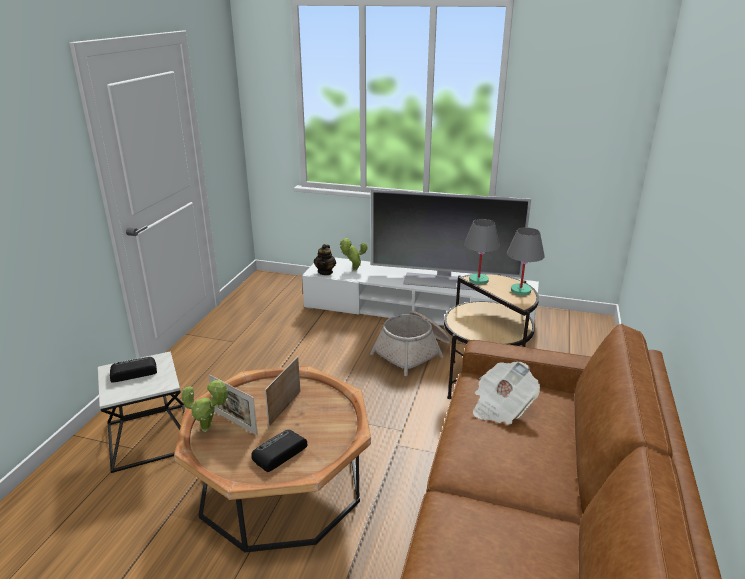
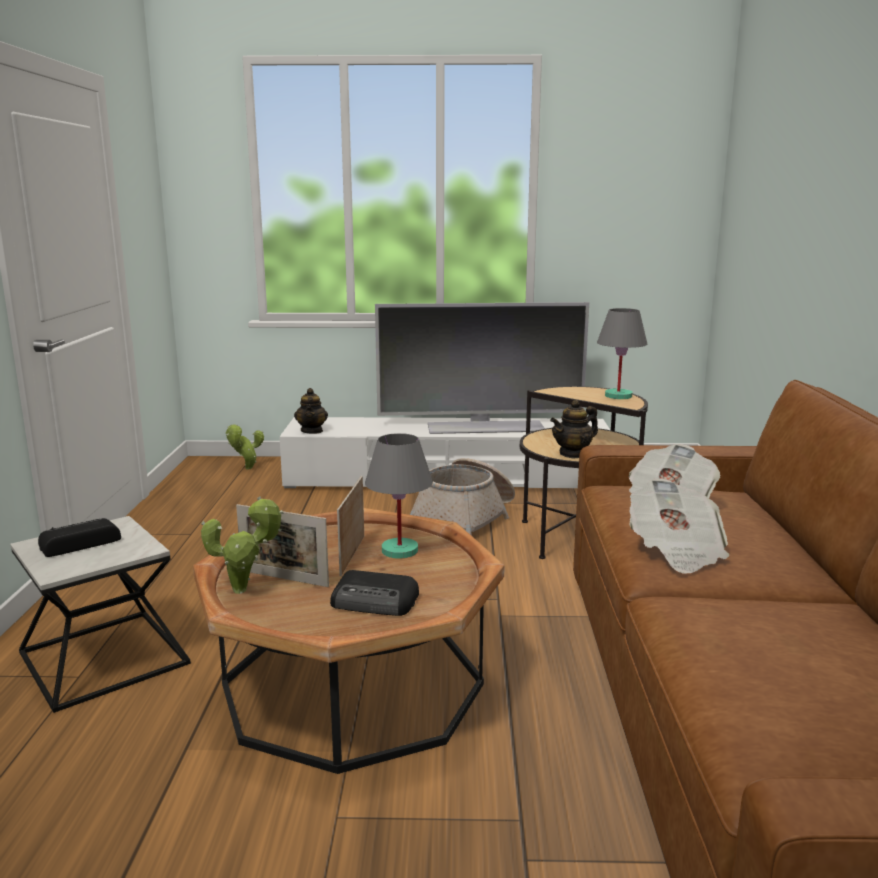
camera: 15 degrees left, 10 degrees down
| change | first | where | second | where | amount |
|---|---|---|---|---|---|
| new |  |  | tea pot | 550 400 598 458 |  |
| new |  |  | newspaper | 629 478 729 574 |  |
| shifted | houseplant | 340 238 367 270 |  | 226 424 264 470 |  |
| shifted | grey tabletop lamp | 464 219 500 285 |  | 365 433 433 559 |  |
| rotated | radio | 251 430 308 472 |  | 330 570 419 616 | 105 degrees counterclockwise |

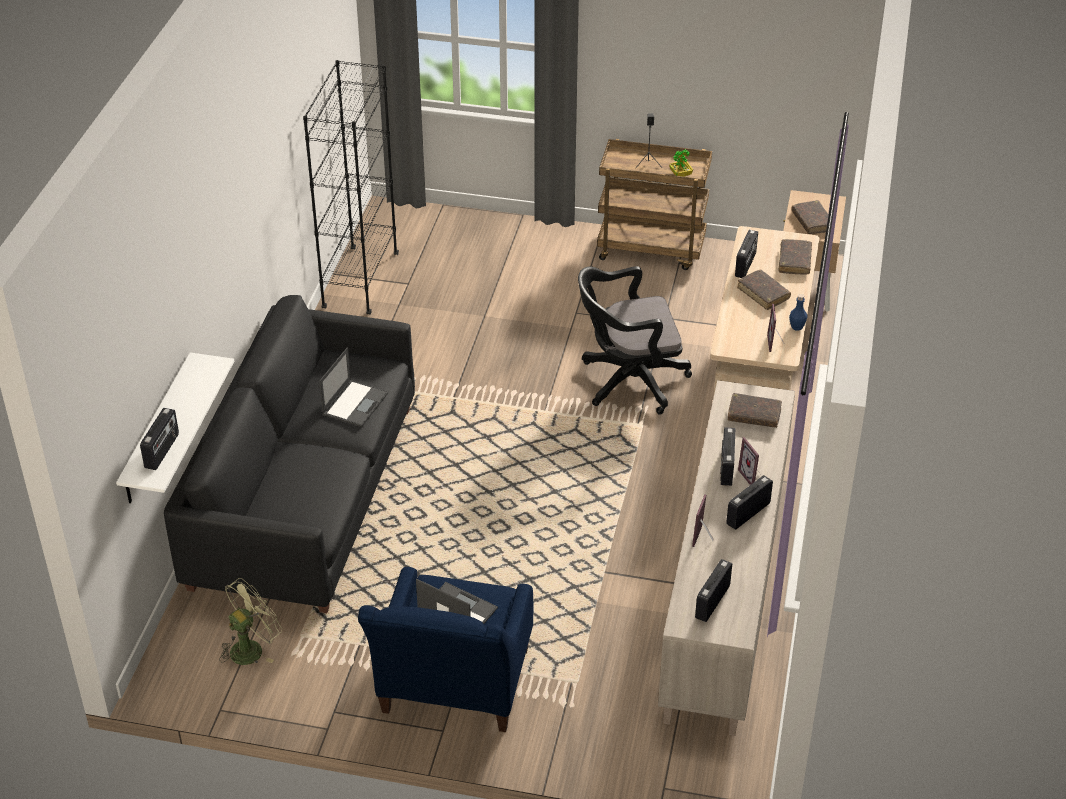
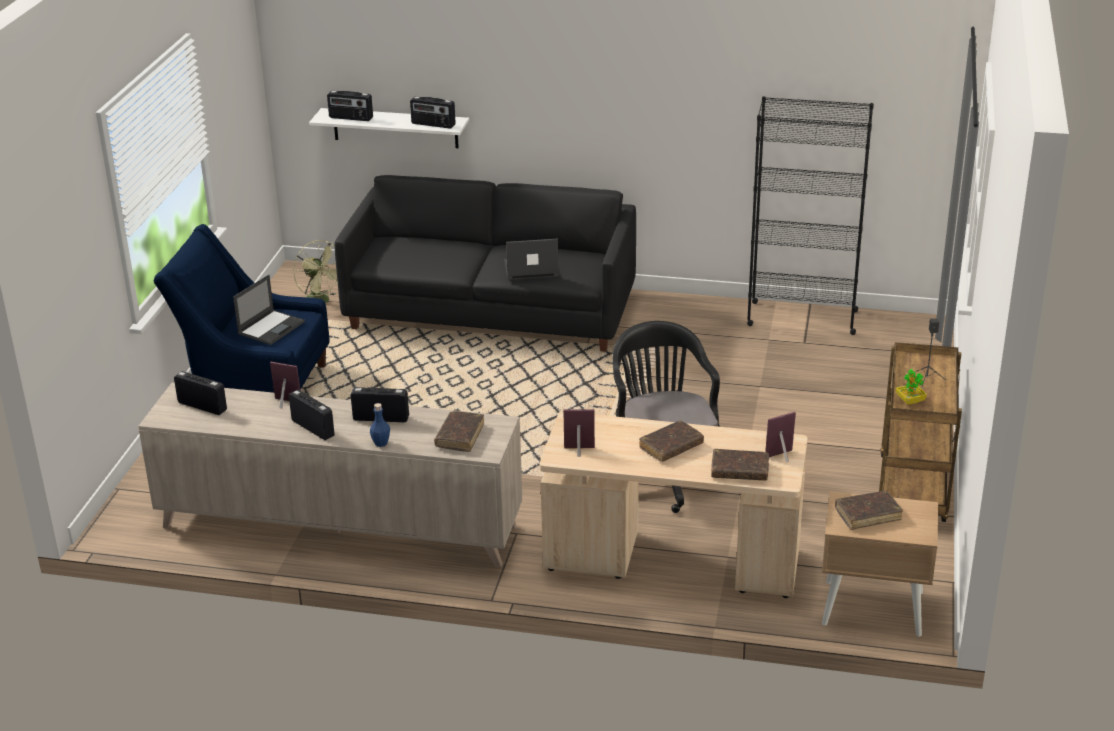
camera: 90 degrees right, 10 degrees down
| change | first | where | second | where | amount |
|---|---|---|---|---|---|
| shifted | radio | 735 230 758 278 |  | 410 96 456 129 |  |
| shifted | standing frame | 738 437 759 485 |  | 765 412 796 462 |  |
| shifted | bluish bottle | 789 294 808 330 |  | 370 403 390 447 |  |
| rotated | laptop | 319 347 388 427 |  | 504 239 559 280 | 150 degrees clockwise |

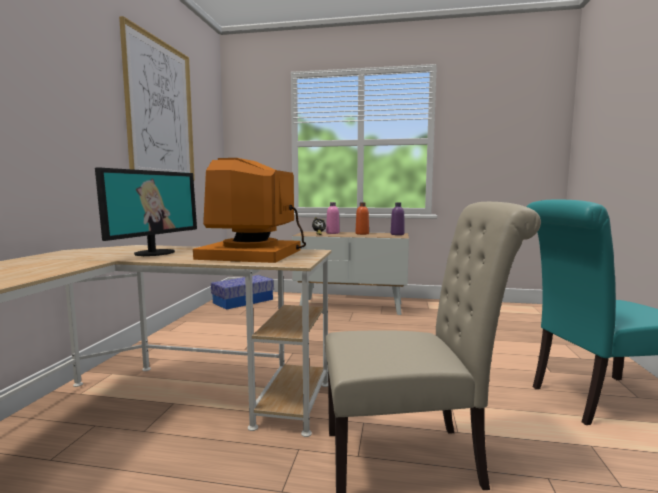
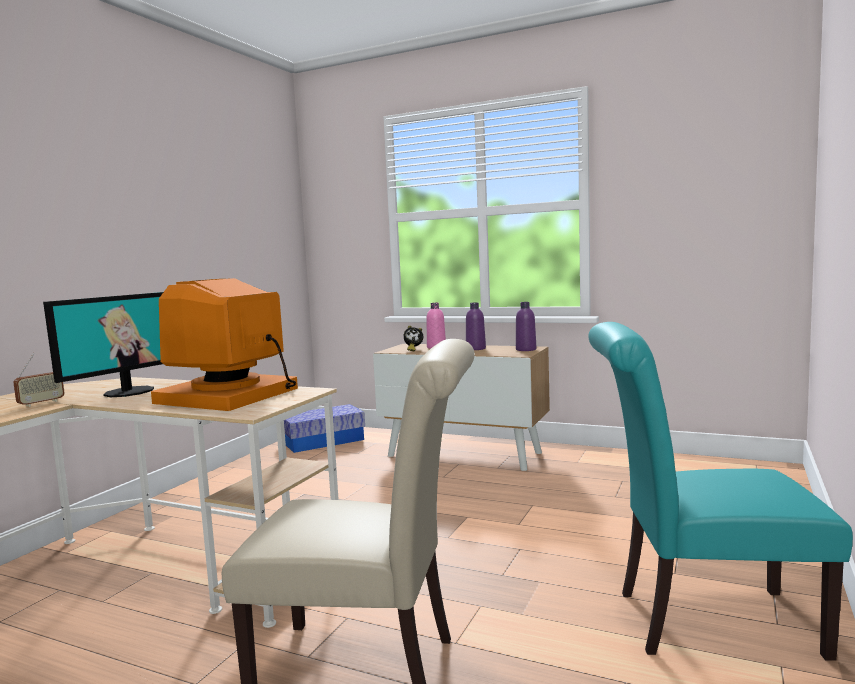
camera: 15 degrees right, 0 degrees up
| change | first | where | second | where | amount |
|---|---|---|---|---|---|
| gone | wall picture | 119 16 195 180 |  |  |  |
| new |  |  | radio | 13 353 65 407 |  |
| repainted | orange bottle | 356 202 369 235 | purplish bottle | 466 302 486 350 |  |

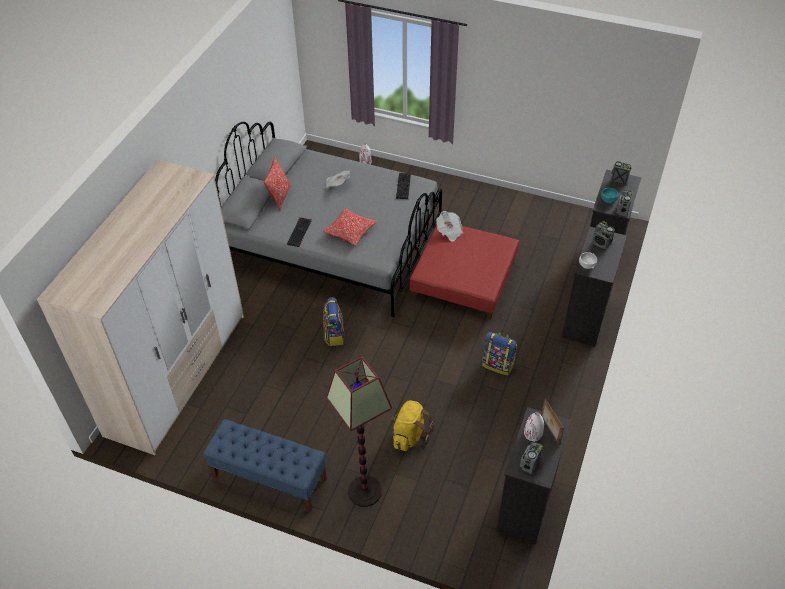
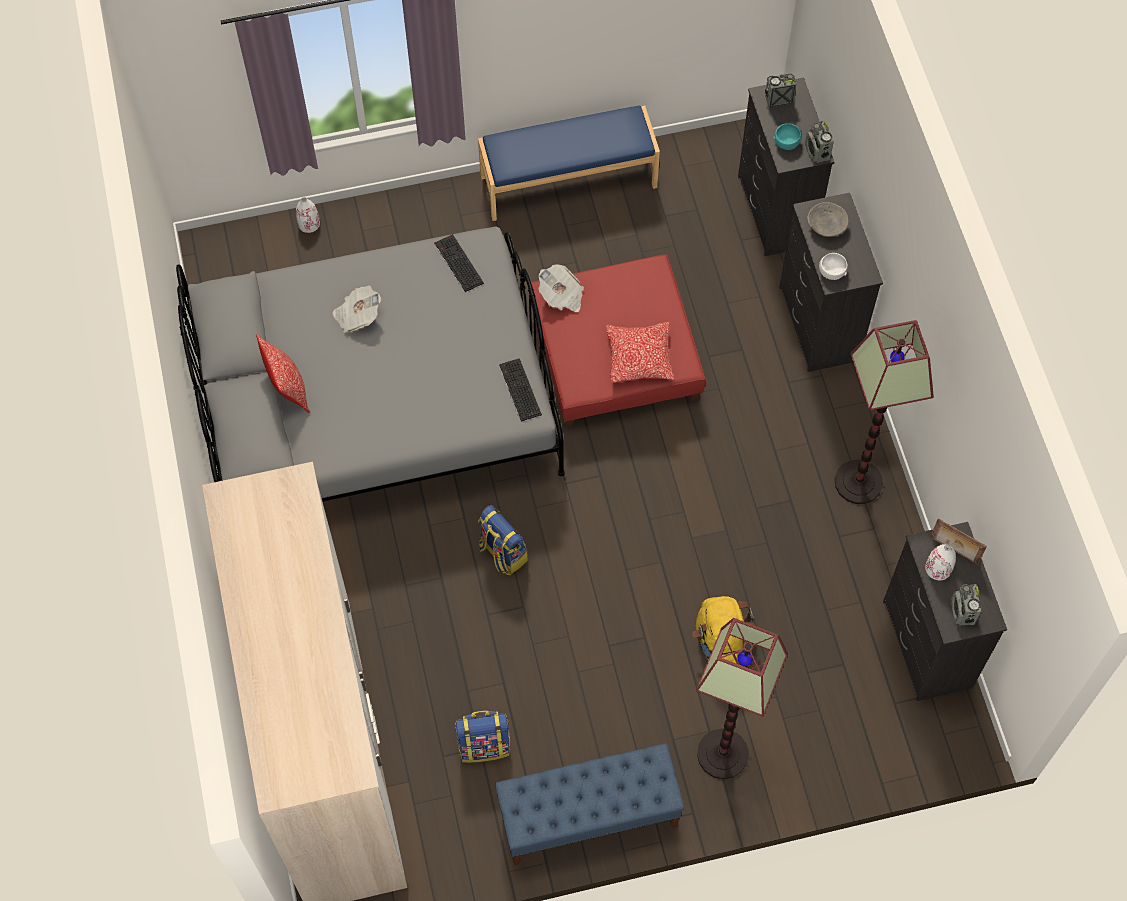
camera: 35 degrees left, 15 degrees up
| change | first | where | second | where | amount |
|---|---|---|---|---|---|
| new |  |  | bluish long seat | 478 105 660 221 |  |
| new |  |  | floor lamp | 835 320 934 504 |  |
| shifted | PC keyboard | 287 217 312 247 |  | 499 358 542 422 |  |
| shifted | cushion | 323 208 377 246 |  | 606 322 674 383 |  |
| shifted | backpack | 482 332 517 376 |  | 455 710 510 763 |  |
| swapped | radio | 592 221 615 249 | grey deep dish | 807 202 848 237 |  |

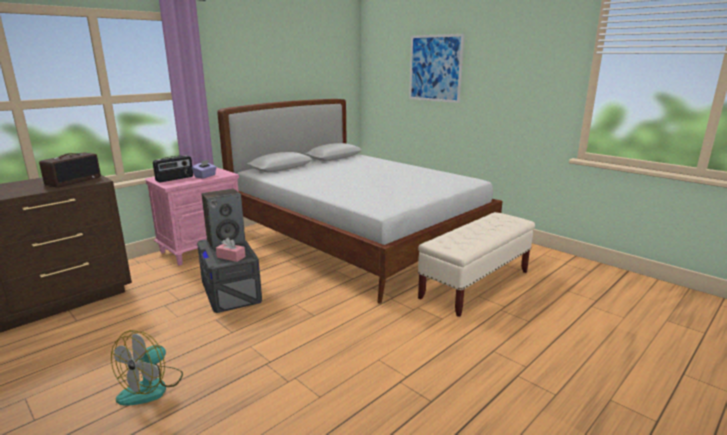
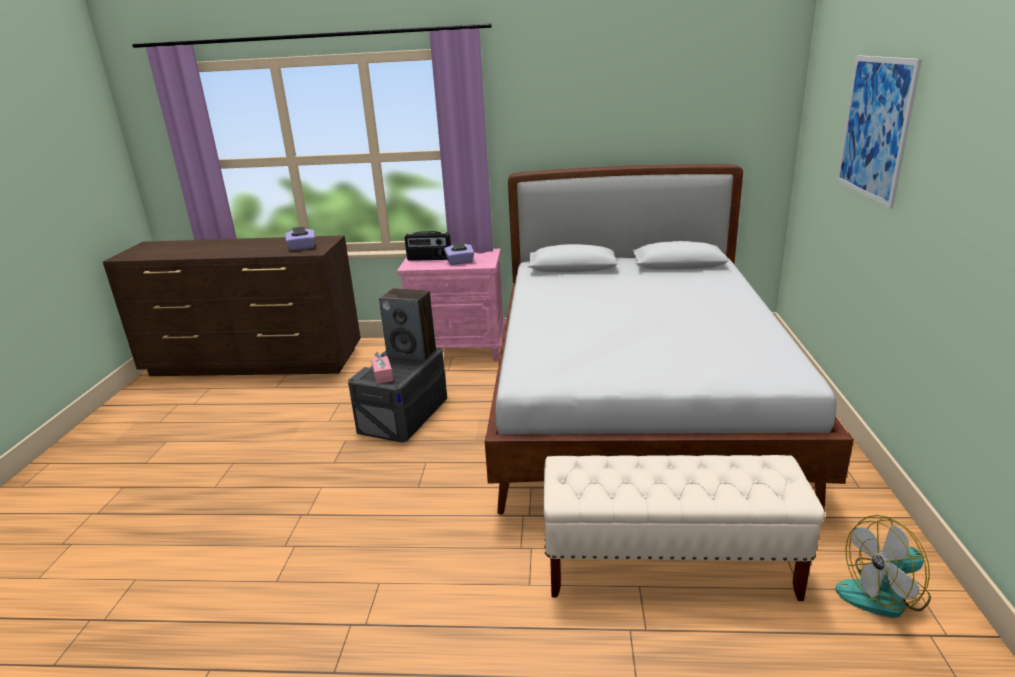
camera: 50 degrees right, 5 degrees up
| change | first | where | second | where | amount |
|---|---|---|---|---|---|
| shifted | fan | 111 330 183 405 |  | 836 515 931 618 |  |
| swapped | radio | 39 153 101 188 | purplish tissue box | 285 227 315 251 |  |

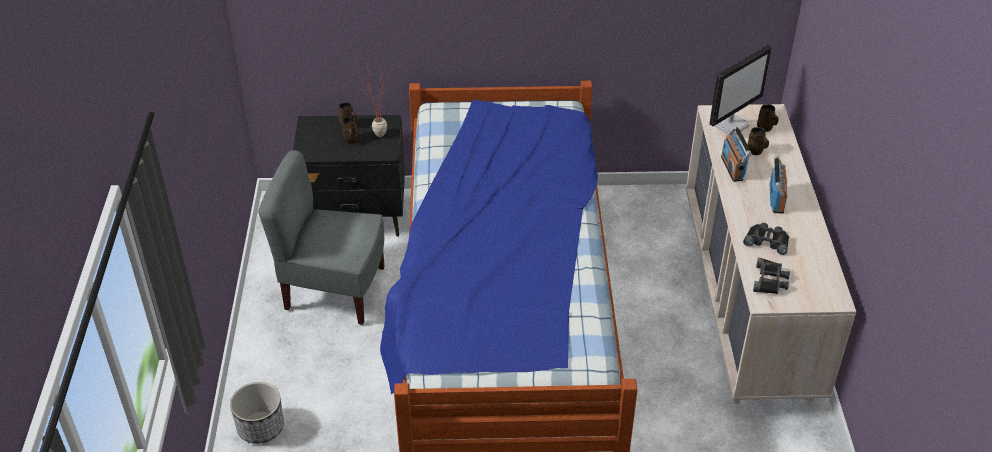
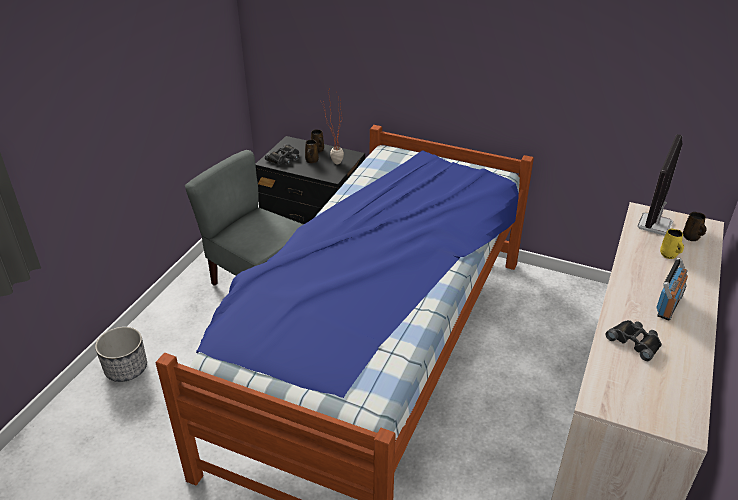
camera: 25 degrees right, 5 degrees down
| change | first | where | second | where | amount |
|---|---|---|---|---|---|
| gone | radio | 721 126 752 182 |  |  |  |
| shifted | black pair of binoculars | 753 258 790 294 |  | 265 143 299 165 |  |
| repainted | brown-coloured tea mug | 747 127 769 155 | yellow tea mug | 660 229 684 259 |  |
| rotated | computer display | 710 45 772 136 |  | 637 134 683 236 | 135 degrees clockwise |

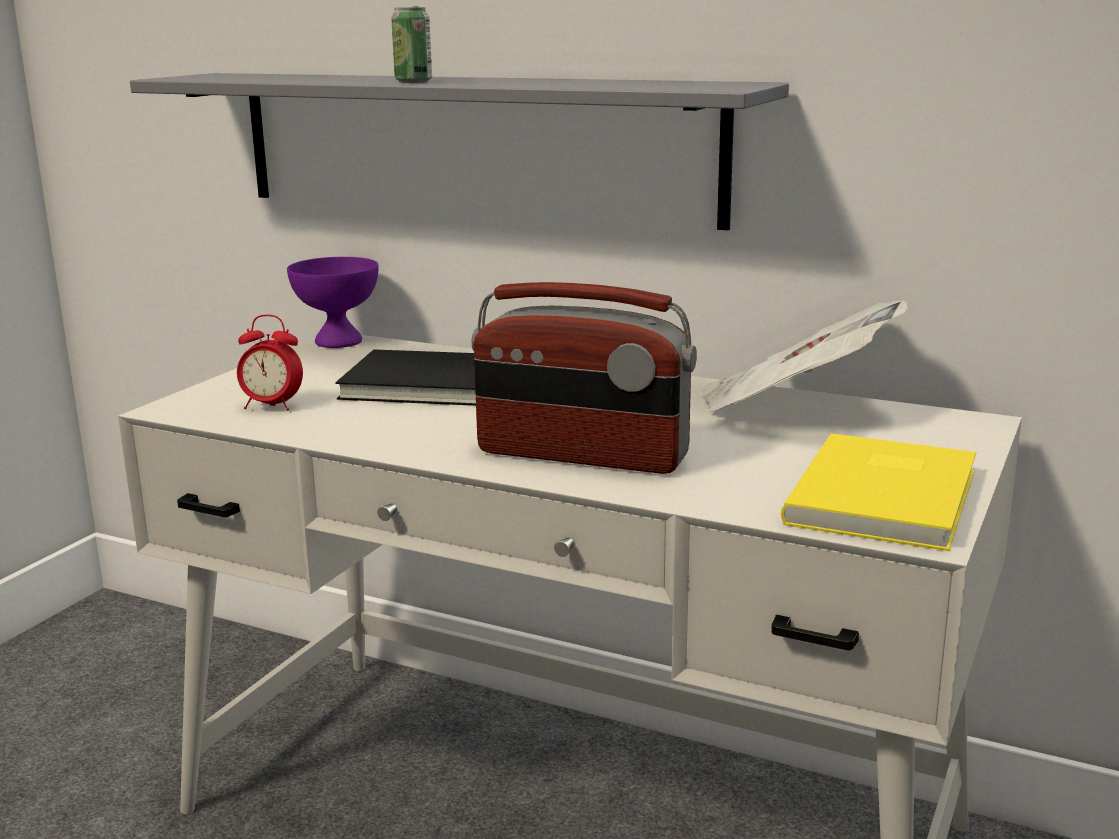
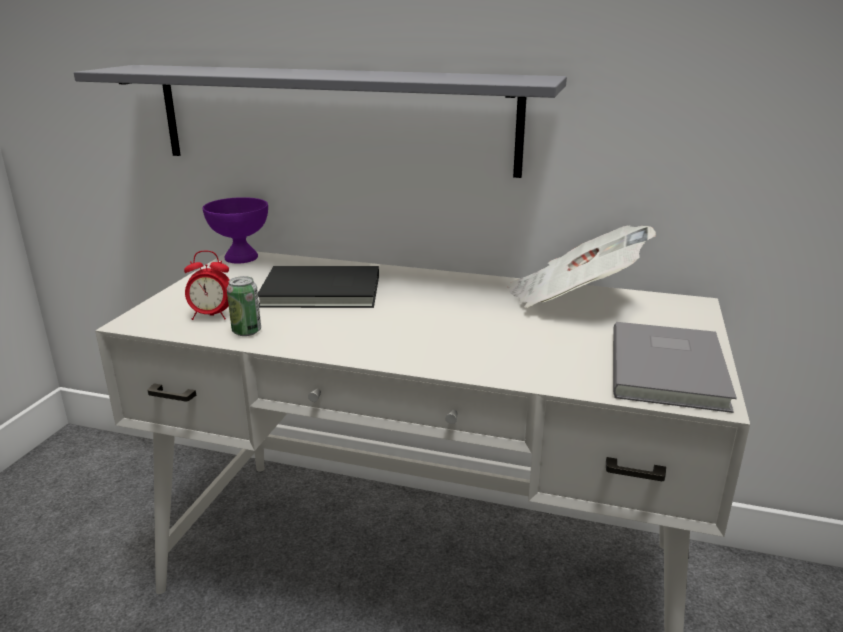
camera: 10 degrees left, 5 degrees up
| change | first | where | second | where | amount |
|---|---|---|---|---|---|
| gone | radio | 471 282 697 474 |  |  |  |
| shifted | metal can | 391 6 432 83 |  | 227 276 261 336 |  |
| repainted | yellow book | 781 434 976 551 | grey book | 613 322 737 413 |  |

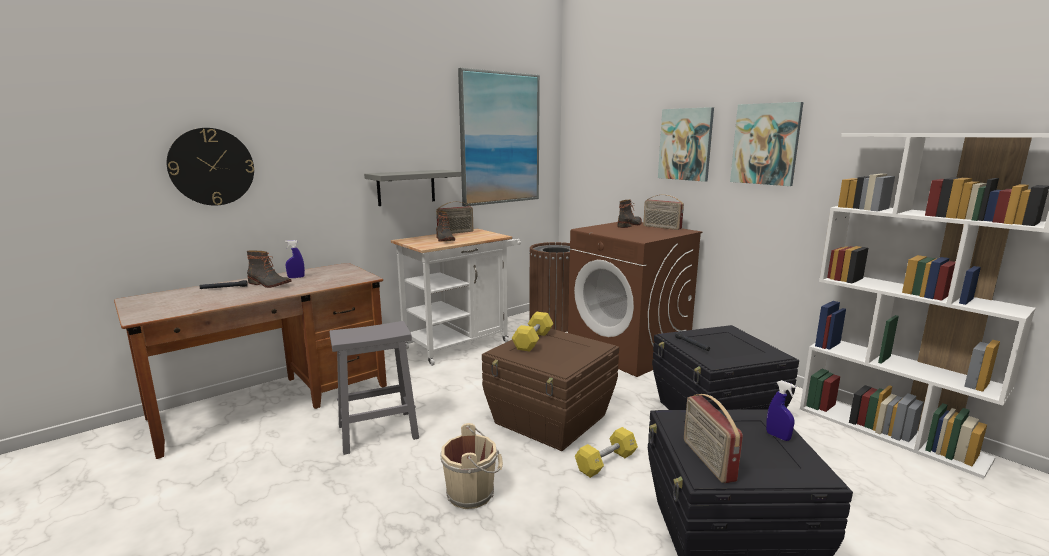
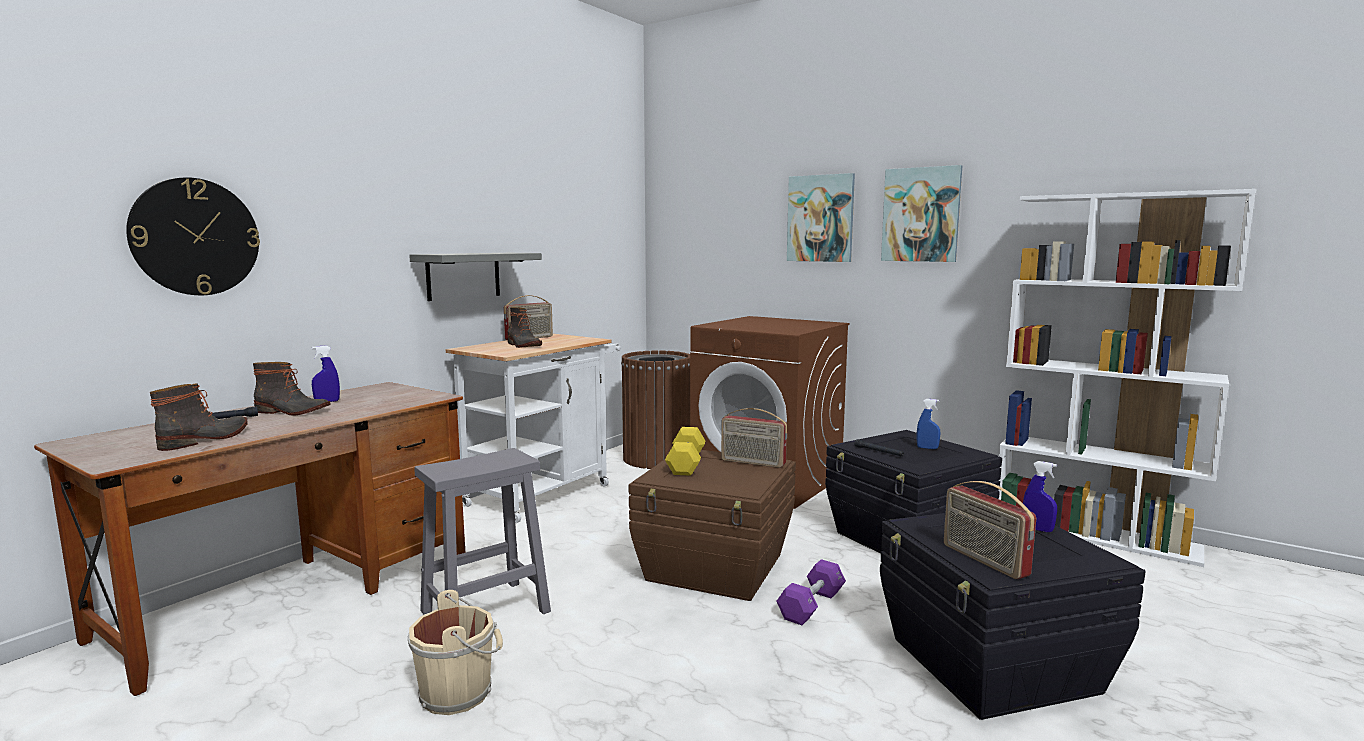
camera: 15 degrees left, 5 degrees down
| change | first | where | second | where | amount |
|---|---|---|---|---|---|
| gone | wall picture | 458 68 540 206 |  |  |  |
| new |  |  | bluish sprayer | 916 399 940 449 |  |
| shifted | beige pail | 440 423 503 509 |  | 408 590 503 715 |  |
| shifted | boot | 617 200 642 228 |  | 150 383 248 451 |  |
| shifted | radio | 643 194 684 230 |  | 721 408 787 468 |  |
| repainted | yellow free weight | 575 427 638 478 | purplish free weight | 777 559 846 625 |  |

